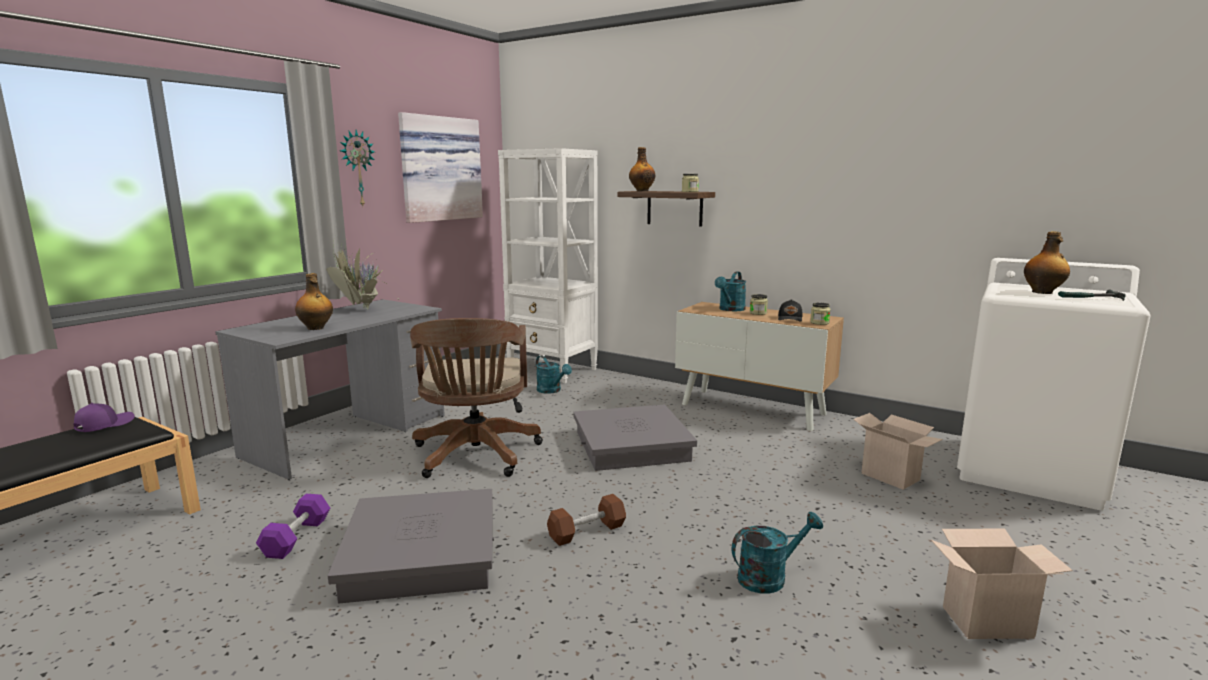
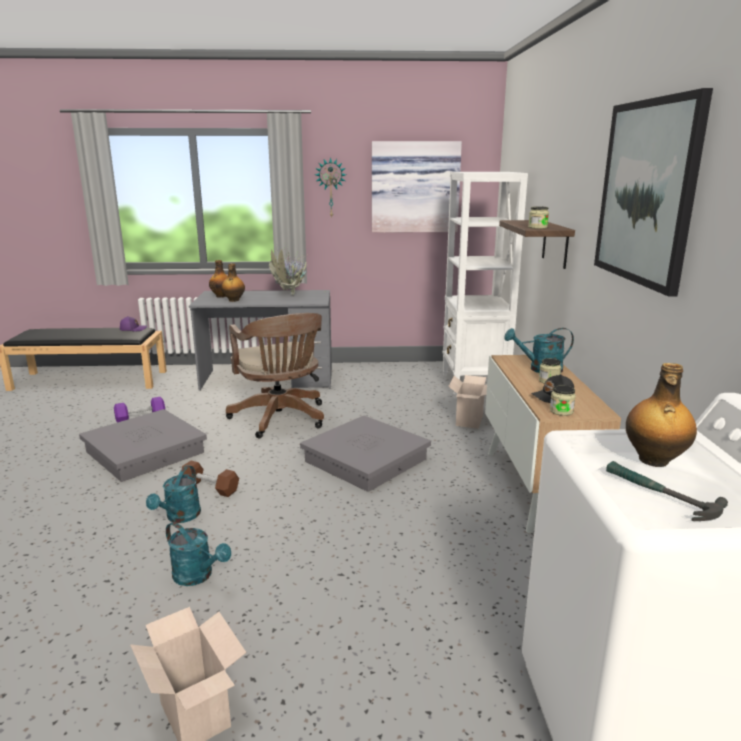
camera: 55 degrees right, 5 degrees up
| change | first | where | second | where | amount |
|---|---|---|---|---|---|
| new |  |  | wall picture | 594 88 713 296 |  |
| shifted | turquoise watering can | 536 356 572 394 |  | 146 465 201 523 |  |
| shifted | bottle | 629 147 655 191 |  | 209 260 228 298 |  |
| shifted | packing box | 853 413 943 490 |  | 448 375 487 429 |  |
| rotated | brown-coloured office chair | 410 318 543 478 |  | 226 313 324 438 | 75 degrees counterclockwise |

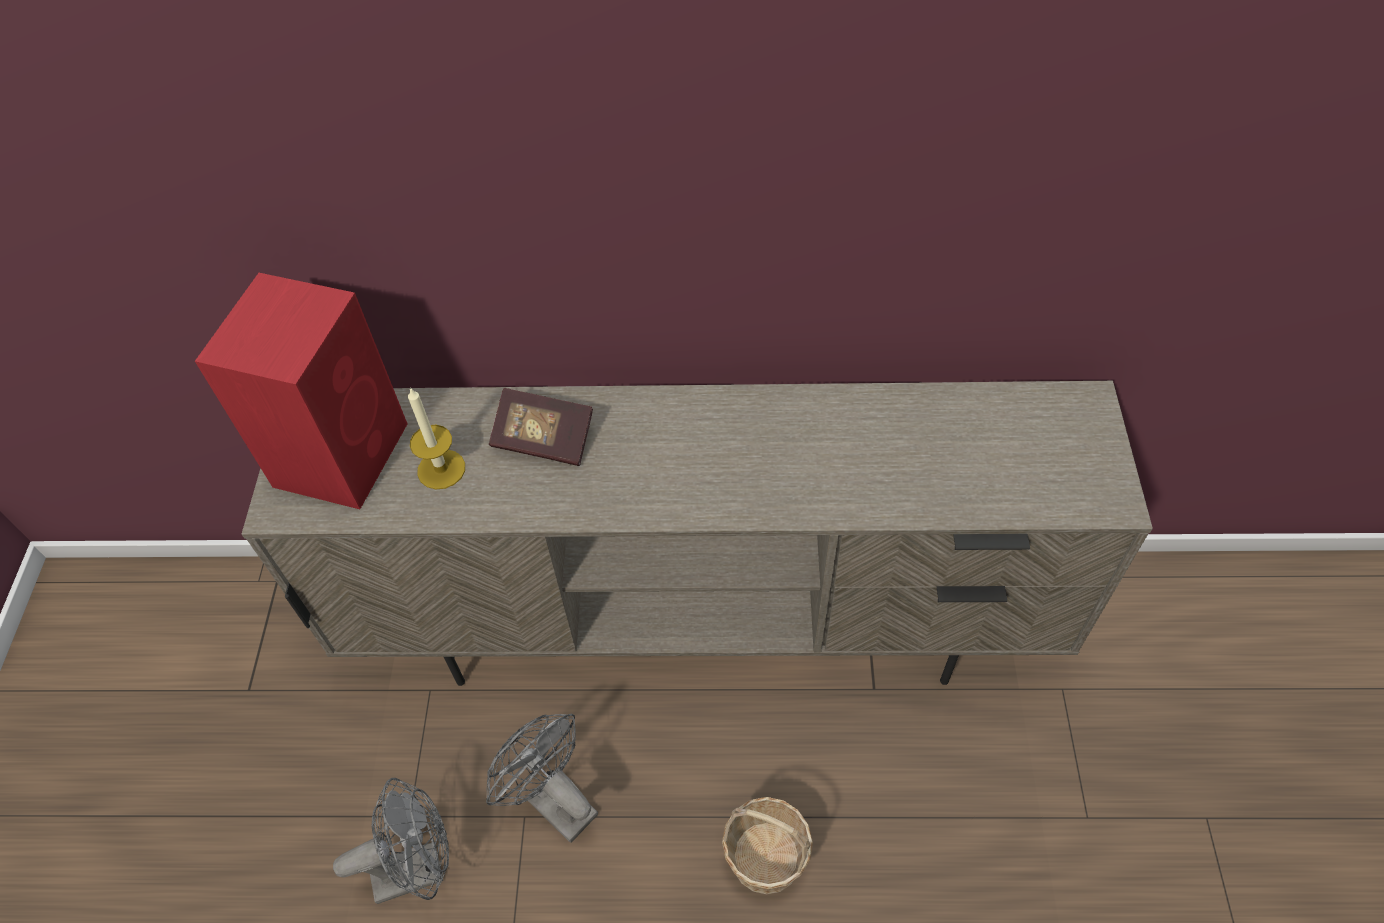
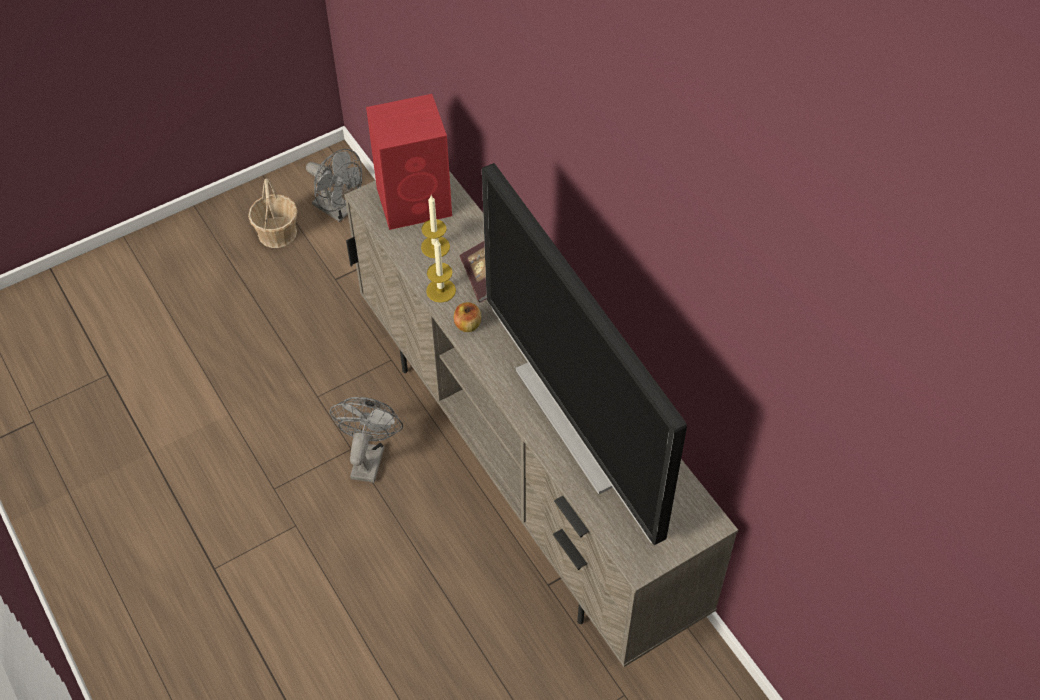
camera: 55 degrees right, 0 degrees up
| change | first | where | second | where | amount |
|---|---|---|---|---|---|
| new |  |  | wax light | 426 240 456 303 |  |
| new |  |  | whole apple | 454 302 481 332 |  |
| new |  |  | TV set | 482 163 687 545 |  |
| shifted | grey fan | 333 778 449 904 |  | 306 149 362 222 |  |
| shifted | basket | 722 797 813 895 |  | 248 178 298 248 |  |

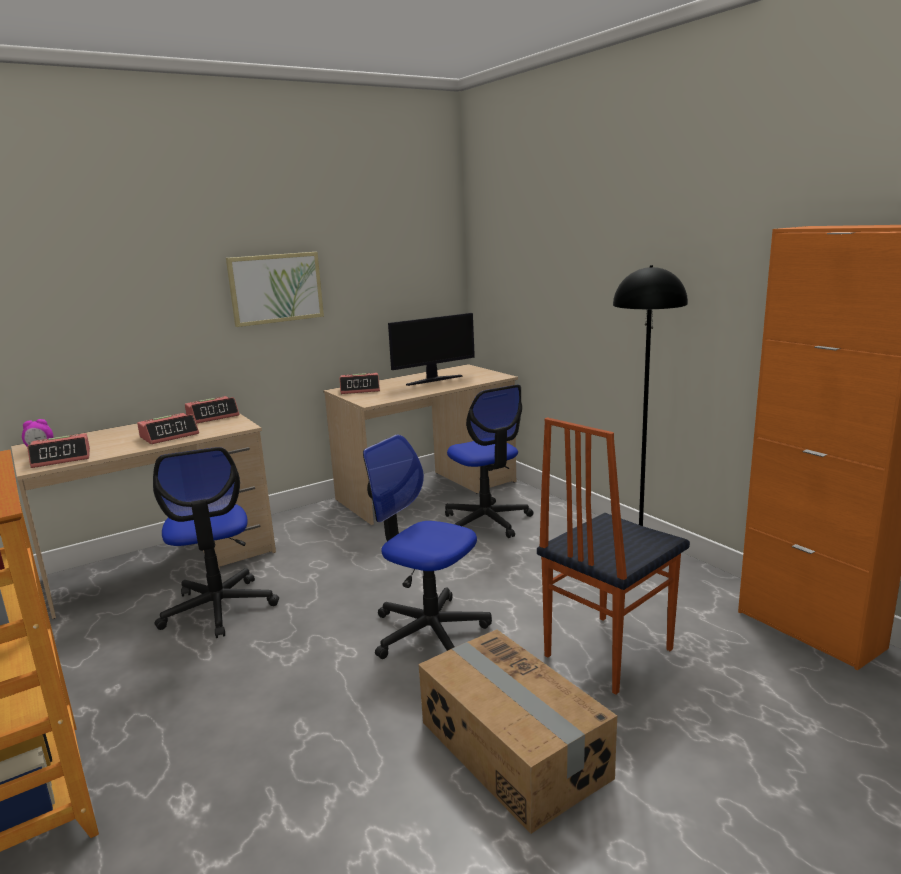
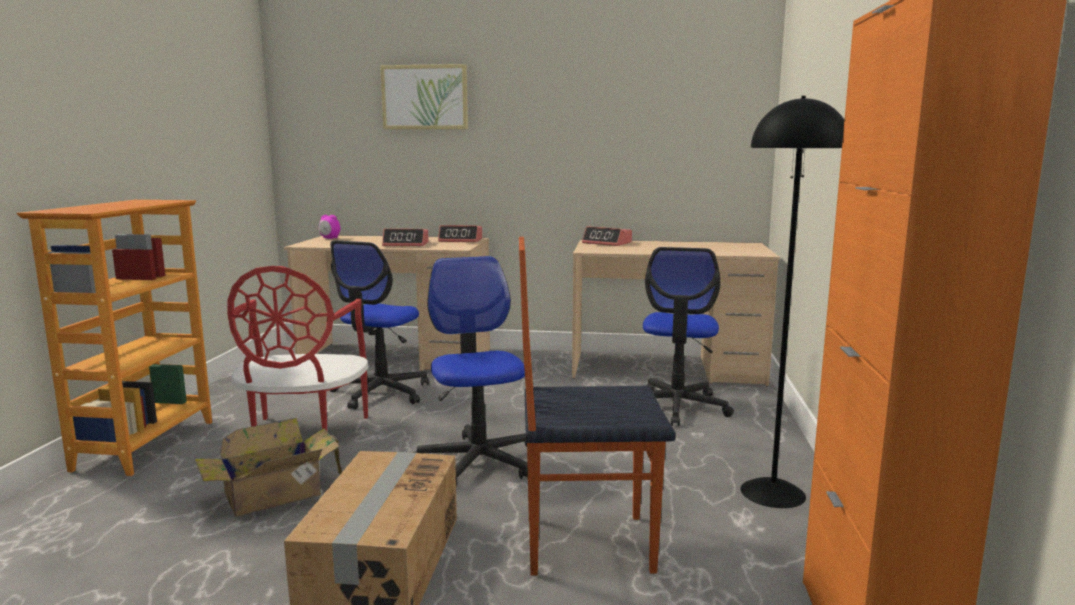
camera: 40 degrees right, 5 degrees down
| change | first | where | second | where | amount |
|---|---|---|---|---|---|
| gone | alarm clock | 27 433 90 468 |  |  |  |
| gone | computer display | 388 313 475 386 |  |  |  |
| new |  |  | packing box | 195 418 342 517 |  |
| new |  |  | red plain chair | 228 266 369 431 |  |
| shifted | wall picture | 226 252 324 327 |  | 380 64 468 129 |  |

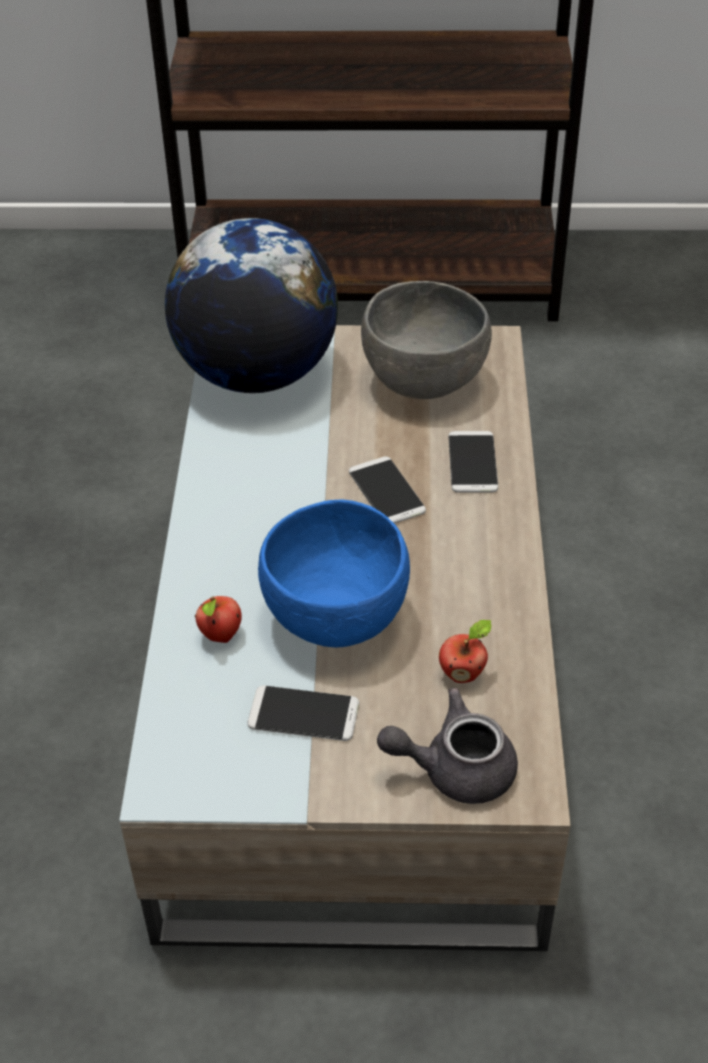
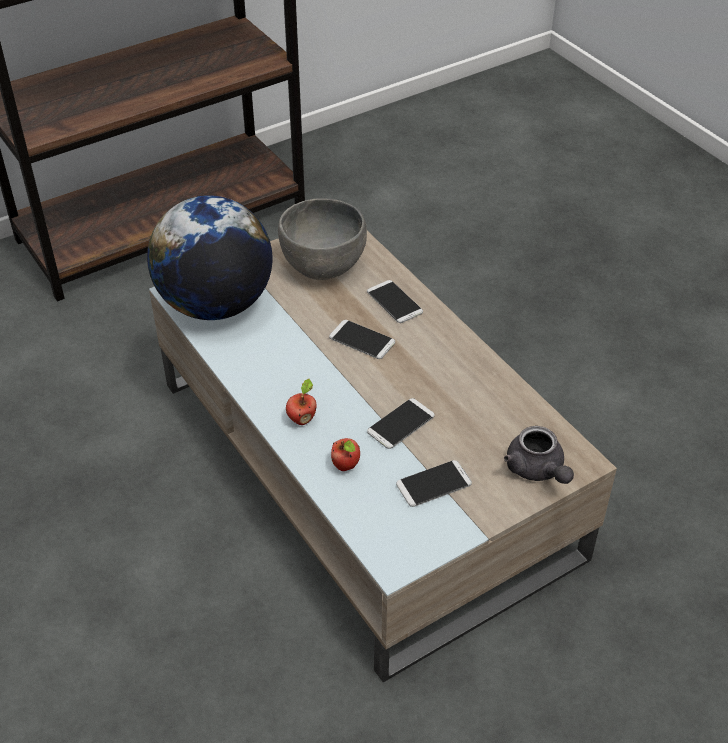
camera: 35 degrees left, 0 degrees up
| change | first | where | second | where | amount |
|---|---|---|---|---|---|
| shifted | whole apple | 439 620 491 683 |  | 286 379 316 425 |  |
| swapped | bluish deep dish | 258 499 410 647 | phone | 367 398 435 449 |  |
| rotated | grey tea pot | 377 688 518 804 |  | 504 426 574 484 | 75 degrees counterclockwise |

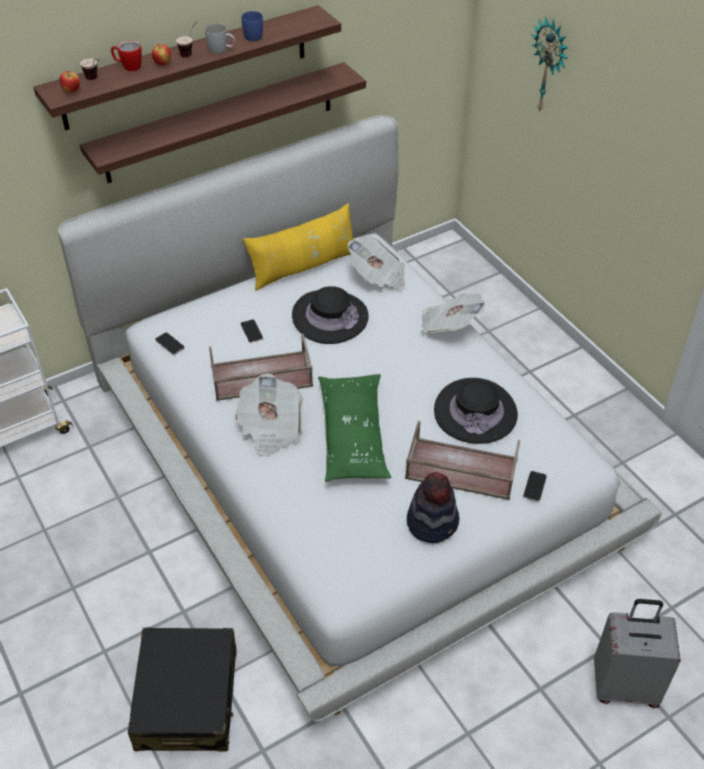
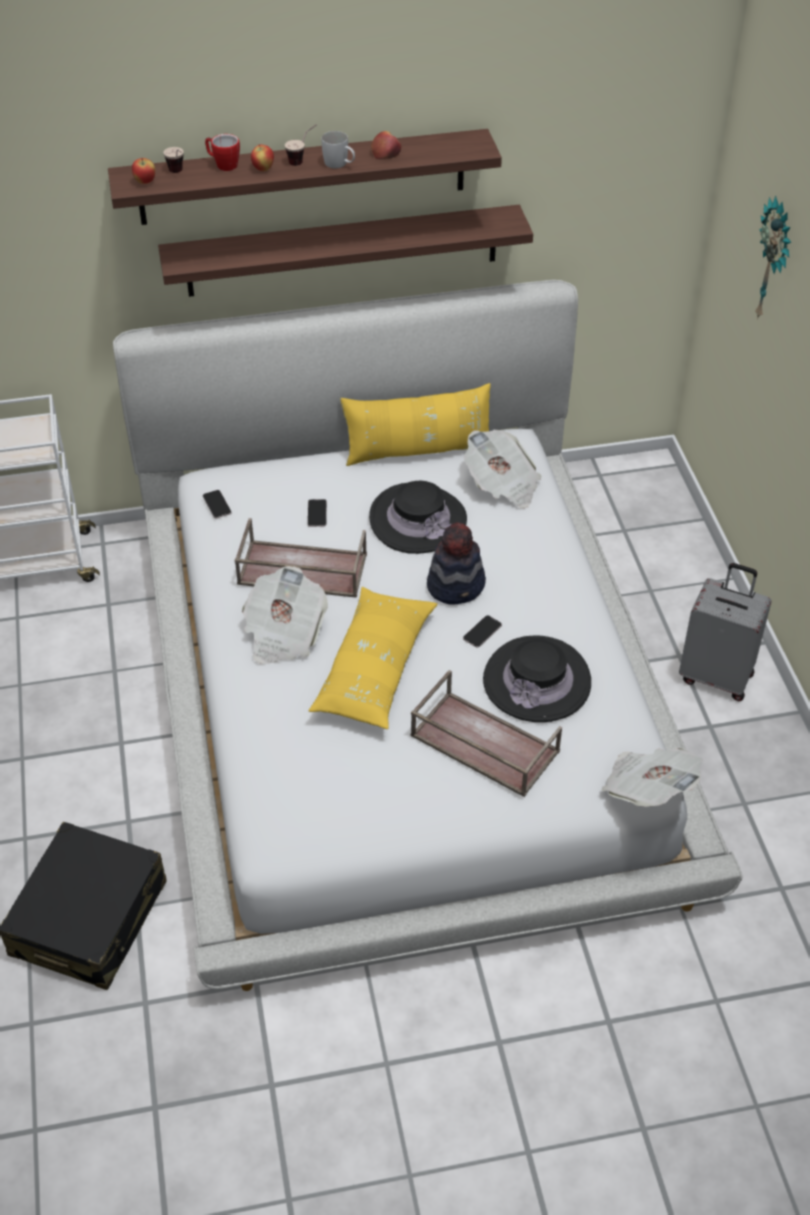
camera: 20 degrees right, 0 degrees up
| change | first | where | second | where | amount |
|---|---|---|---|---|---|
| shifted | wearable hat | 407 472 459 543 |  | 427 522 486 604 |  |
| shifted | newspaper | 421 294 485 333 |  | 602 748 704 807 |  |
| shifted | phone | 523 471 547 501 |  | 463 615 502 648 |  |
| shifted | grey piece of luggage | 594 599 681 708 |  | 679 563 772 701 |  |
| swapped | bluish tea mug | 241 11 263 41 | whole apple | 371 131 401 159 |  |
| repainted | green-coloured cushion | 318 374 391 482 | yellow cushion | 309 587 438 729 |  |

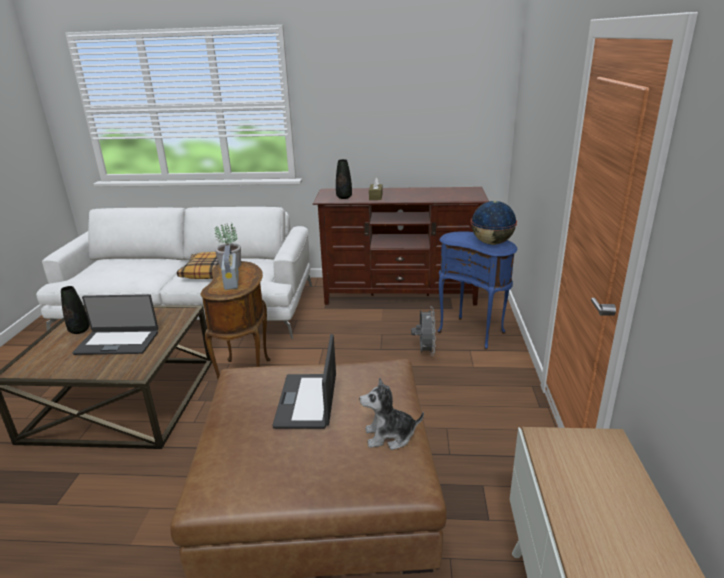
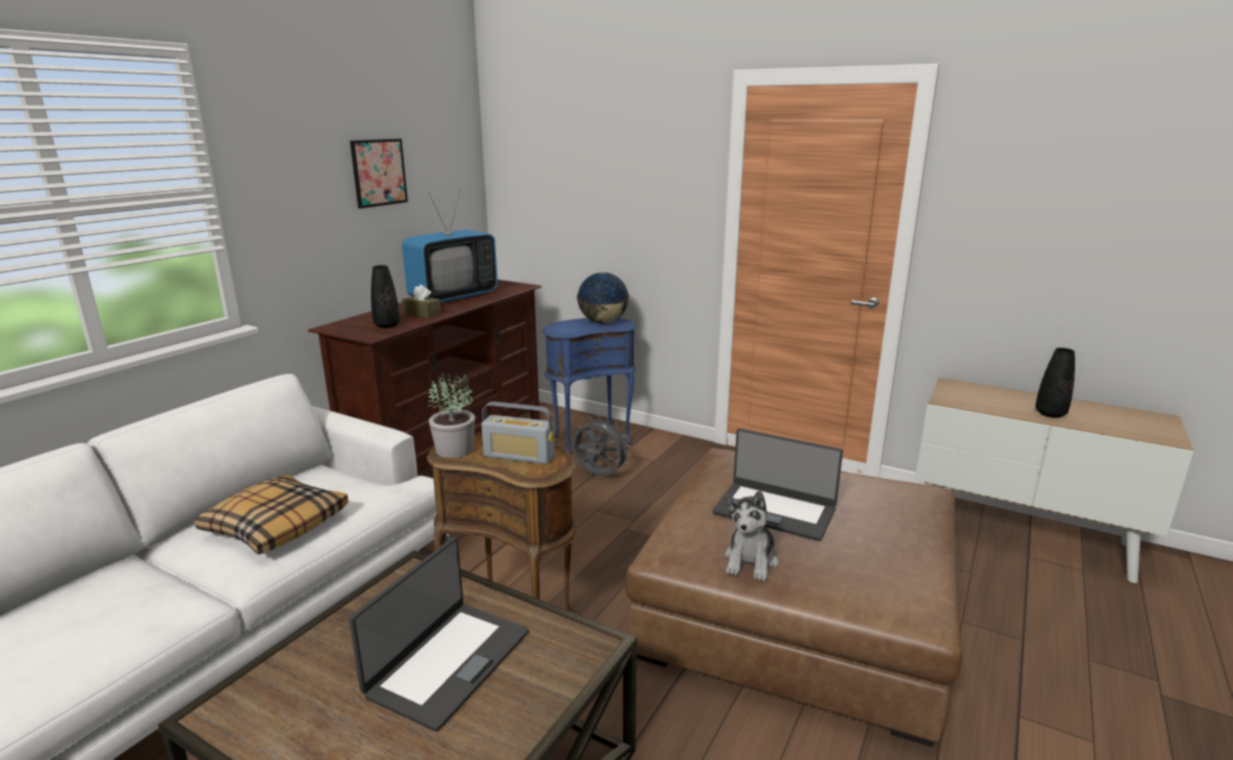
camera: 65 degrees left, 5 degrees down
| change | first | where | second | where | amount |
|---|---|---|---|---|---|
| new |  |  | wall picture | 350 139 408 209 |  |
| new |  |  | TV set | 402 190 498 303 |  |
| shifted | black vase | 61 286 90 334 |  | 1035 348 1075 418 |  |
| shifted | plush toy | 359 377 424 450 |  | 724 491 778 581 |  |

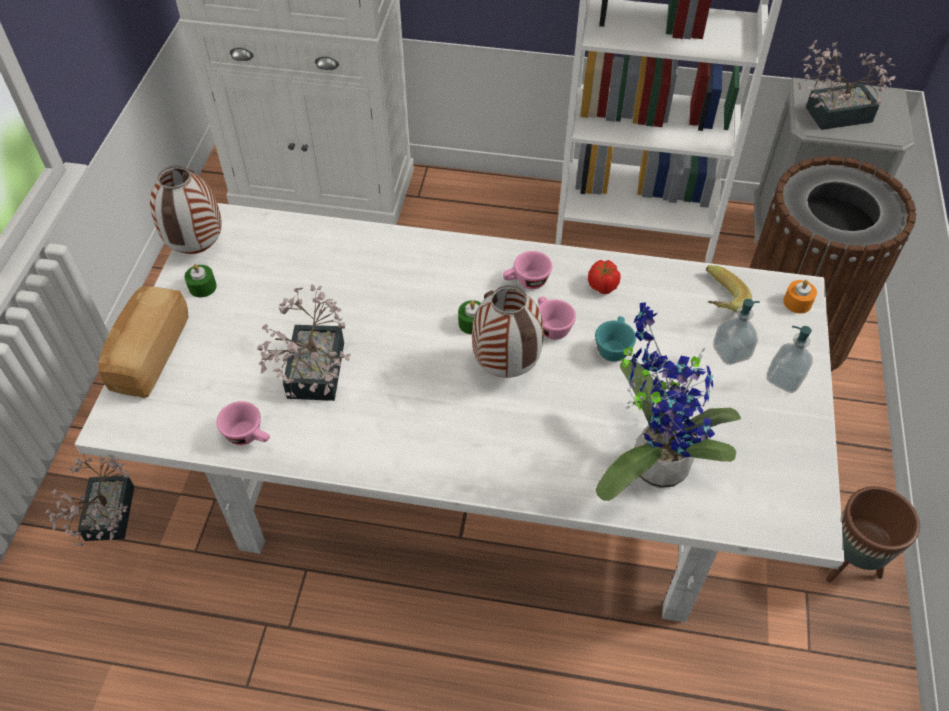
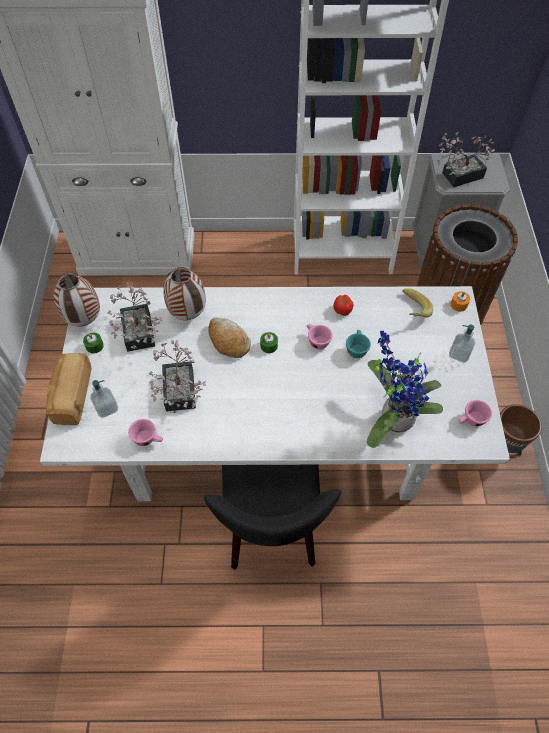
camera: 10 degrees left, 5 degrees up
| change | first | where | second | where | amount |
|---|---|---|---|---|---|
| new |  |  | black plain chair | 204 465 341 570 |  |
| new |  |  | baked bread | 208 317 251 358 |  |
| shifted | houseplant | 46 454 134 546 |  | 108 283 162 352 |  |
| shifted | vase | 472 285 544 378 |  | 163 267 206 320 |  |
| shifted | pink-coloured cup | 503 251 552 289 |  | 459 400 492 427 |  |
| shifted | liquid soap bottle | 713 299 760 365 |  | 90 380 118 418 |  |

